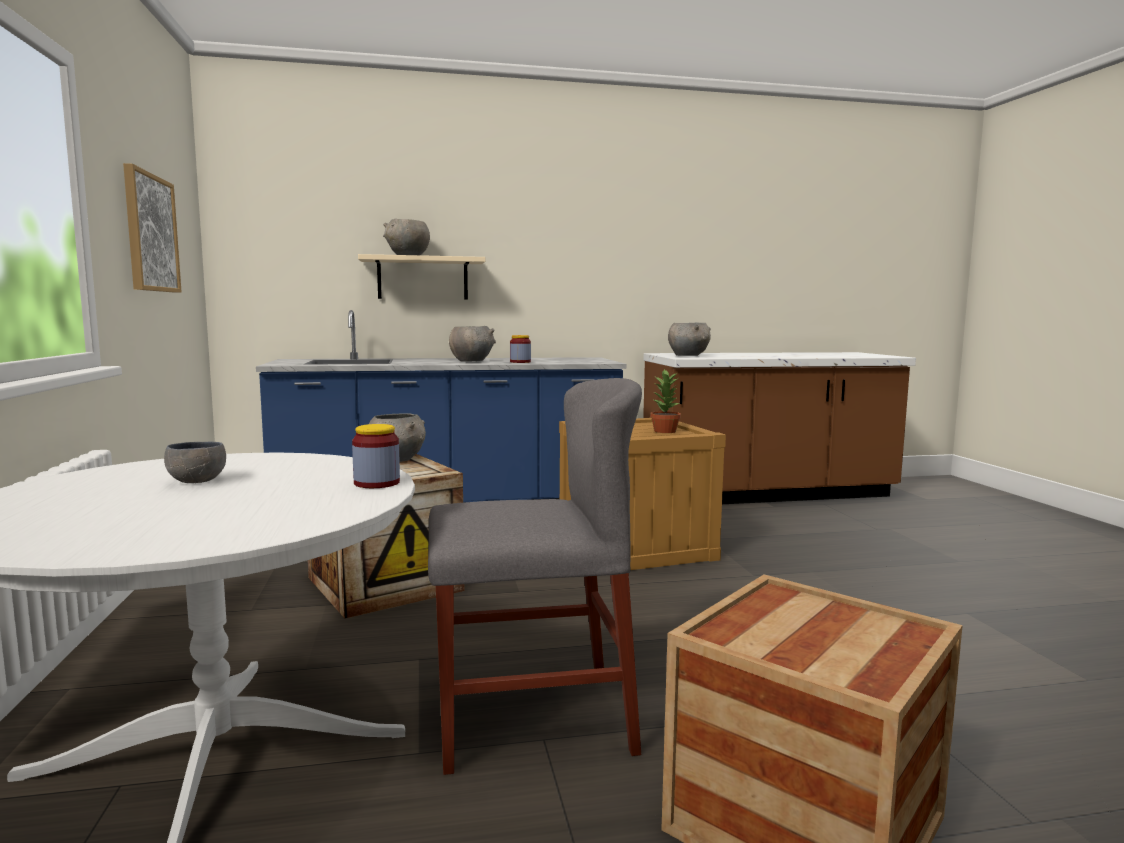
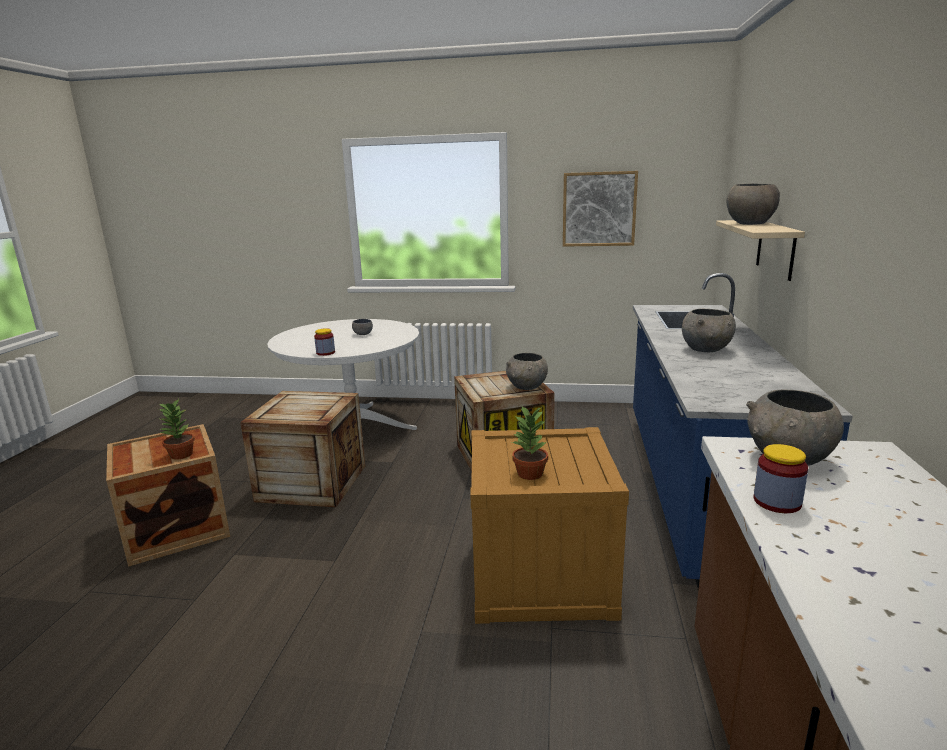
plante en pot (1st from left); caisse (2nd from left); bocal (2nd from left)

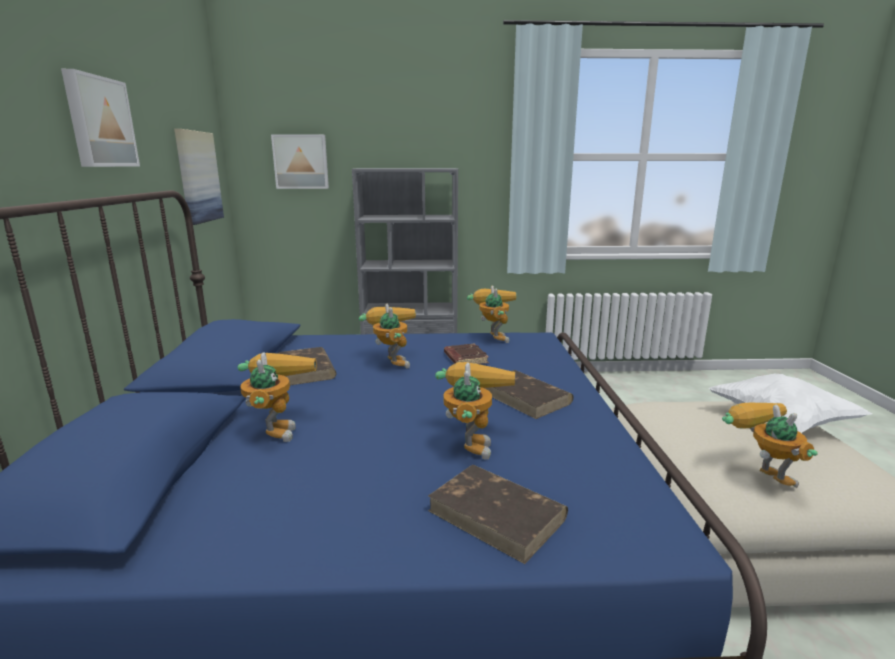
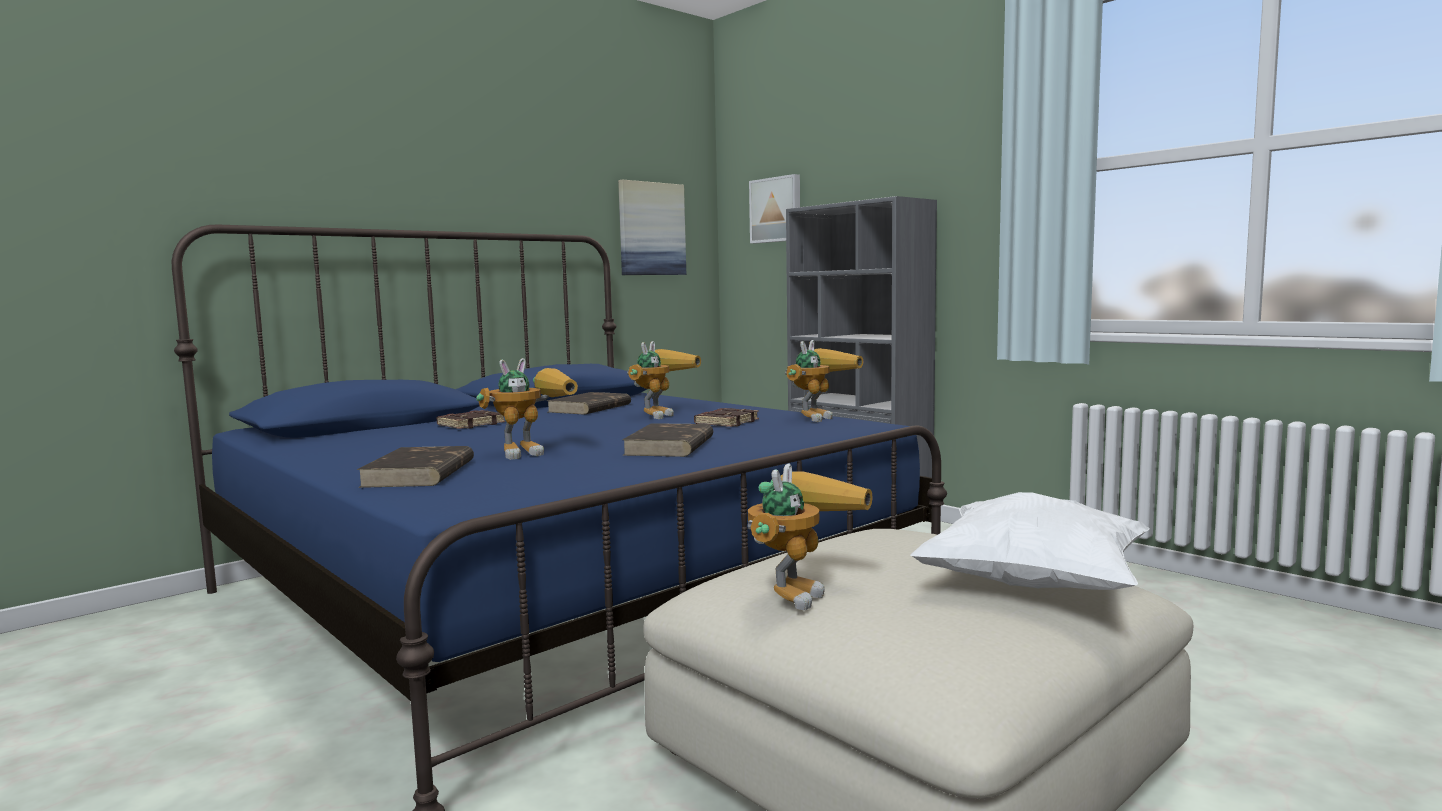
livre (marron) (2nd from left); tableau (1st from left in the first image)

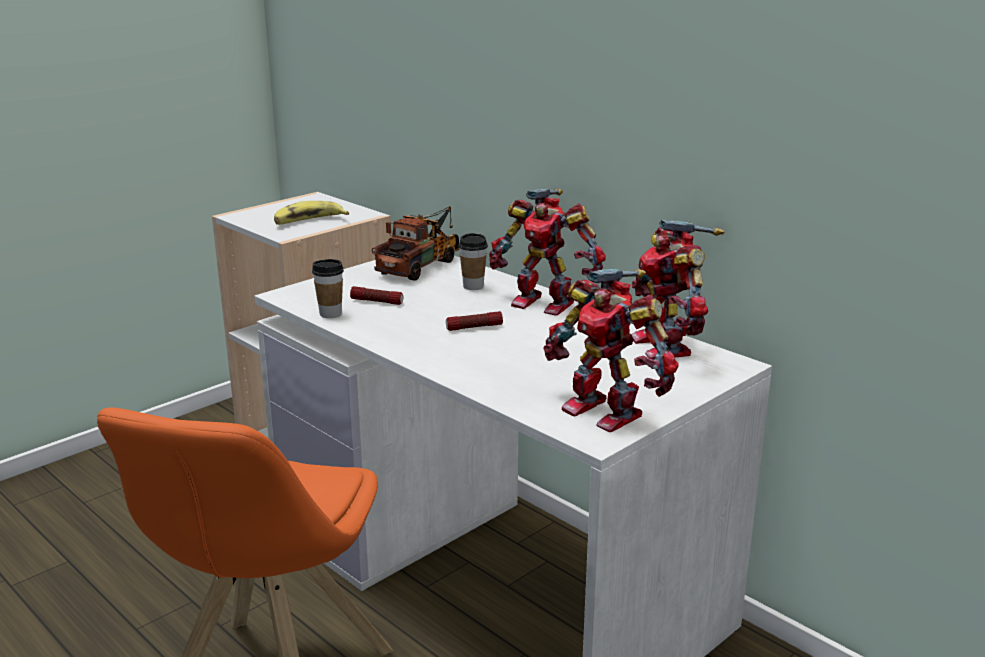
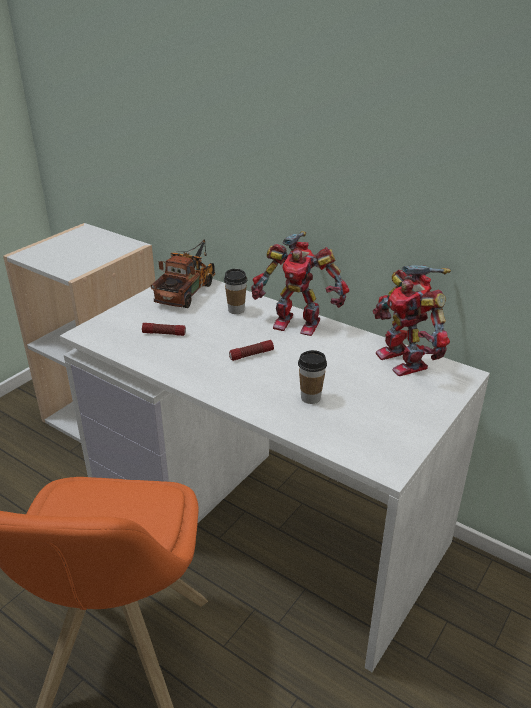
tasse (2nd from left); banane; robot jouet (2nd from left in the first image)

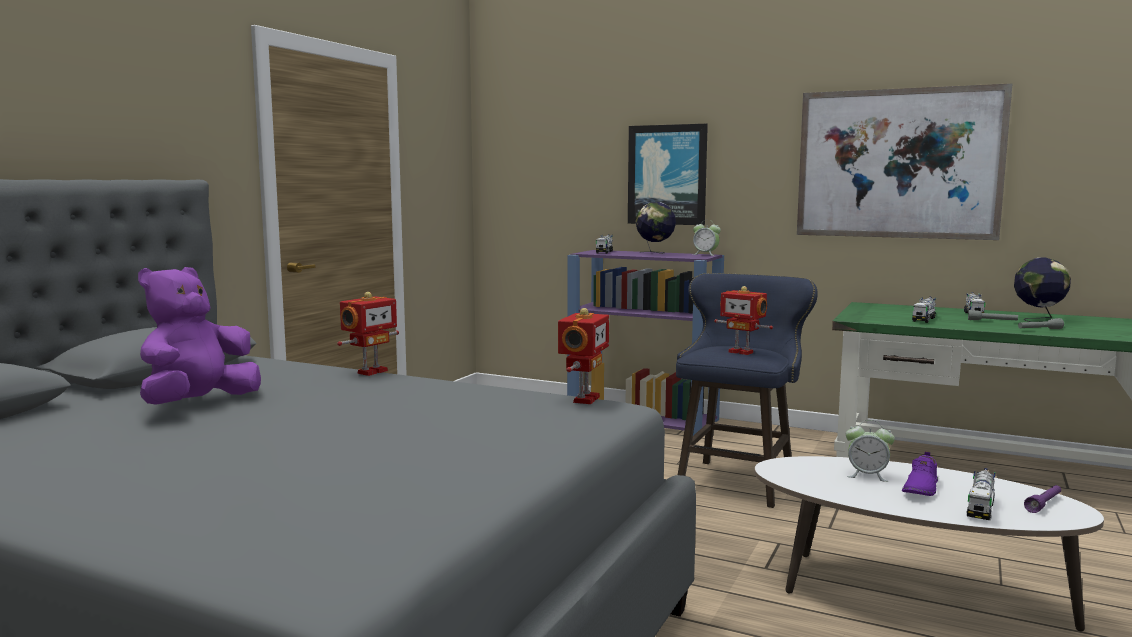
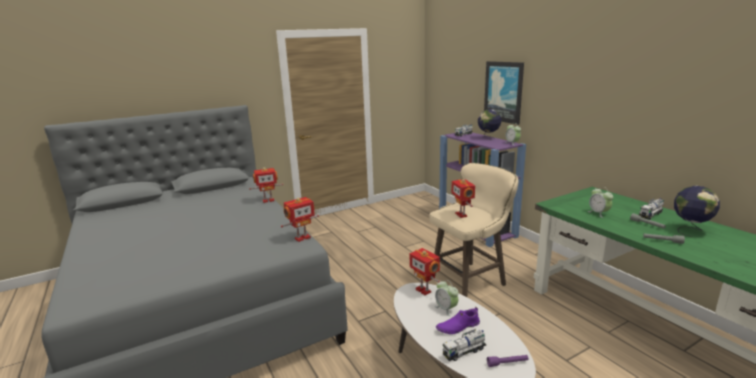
robot jouet (3rd from left); tabouret (beige); réveil (3rd from left); peluche (violet); tableau (2nd from left in the first image)

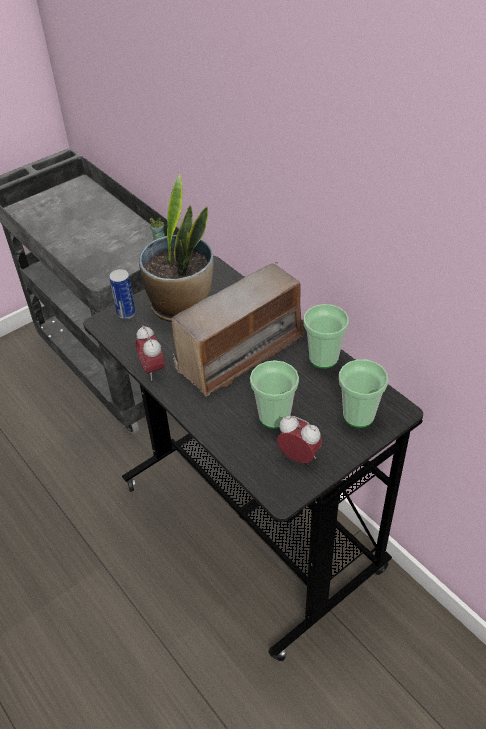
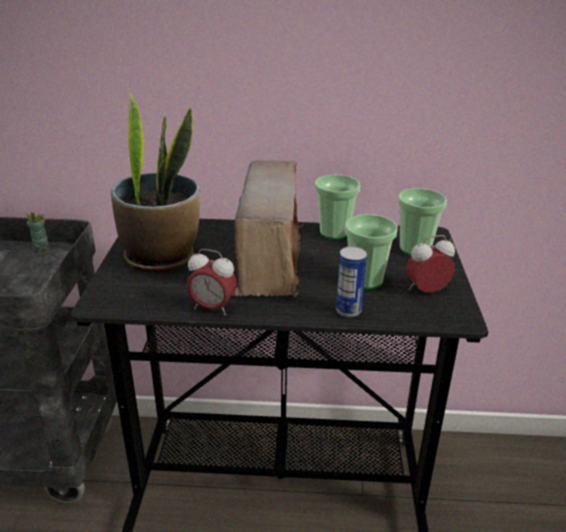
boîte métallique

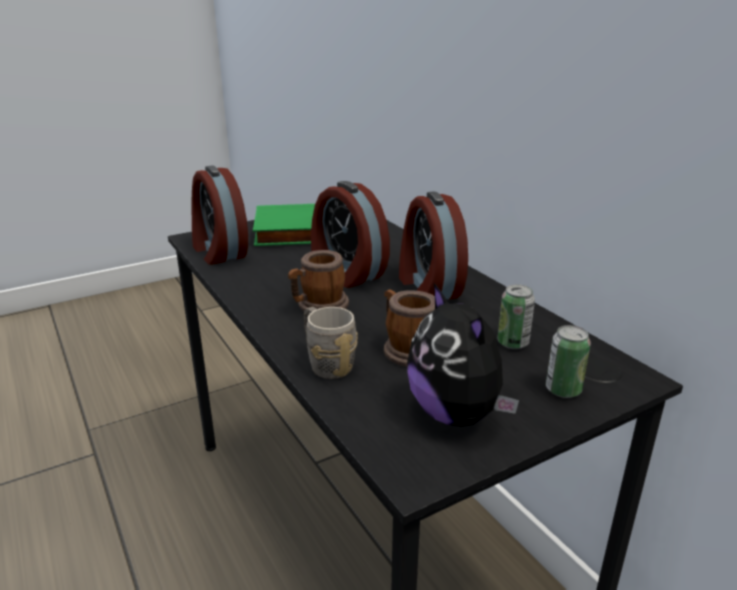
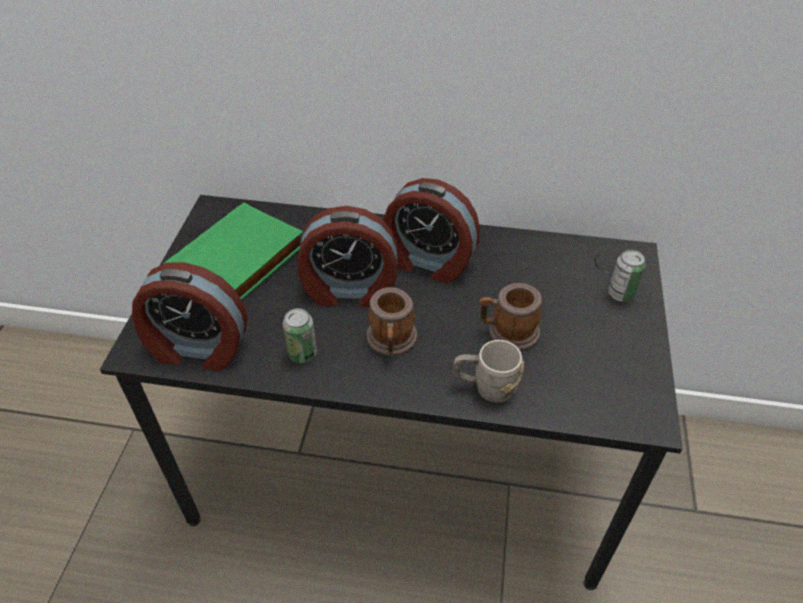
boîte métallique (1st from left); peluche

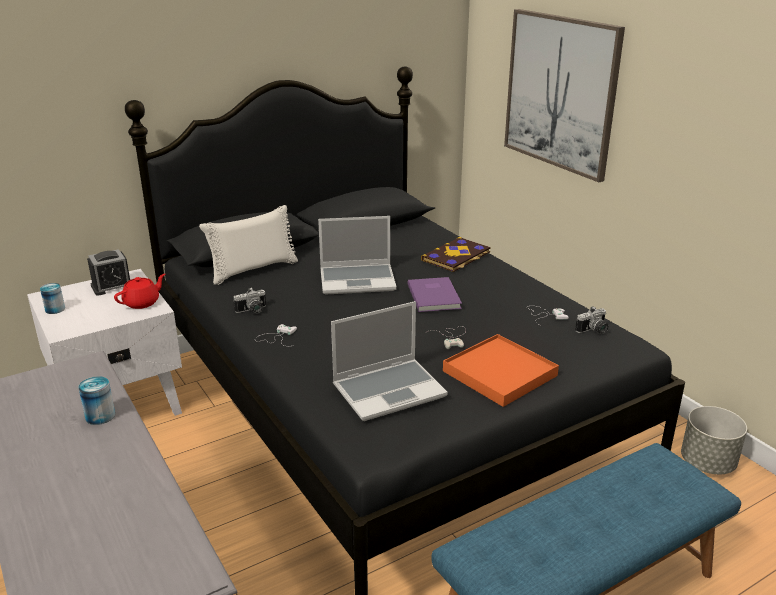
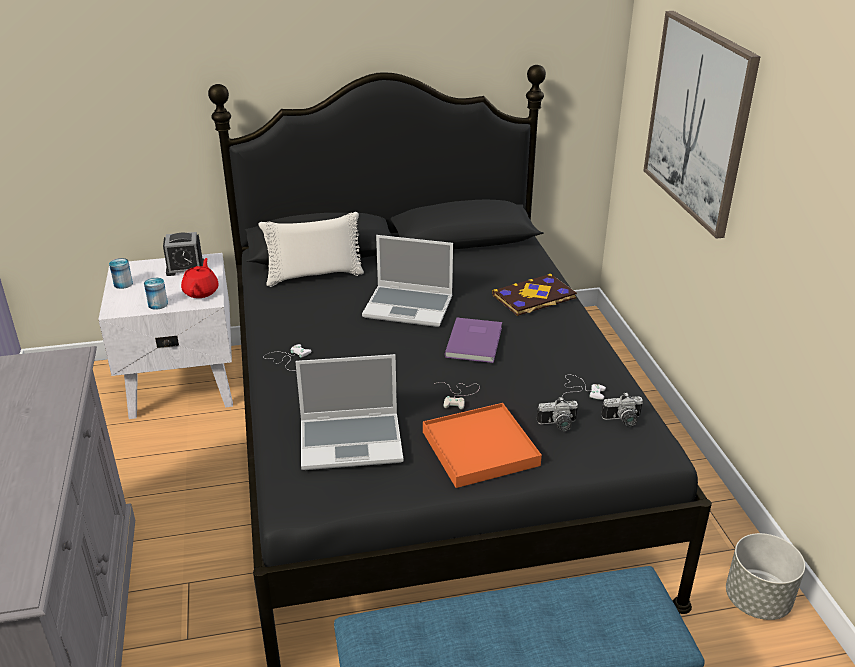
boîte métallique (2nd from left); théière (rouge); appareil photo (1st from left)

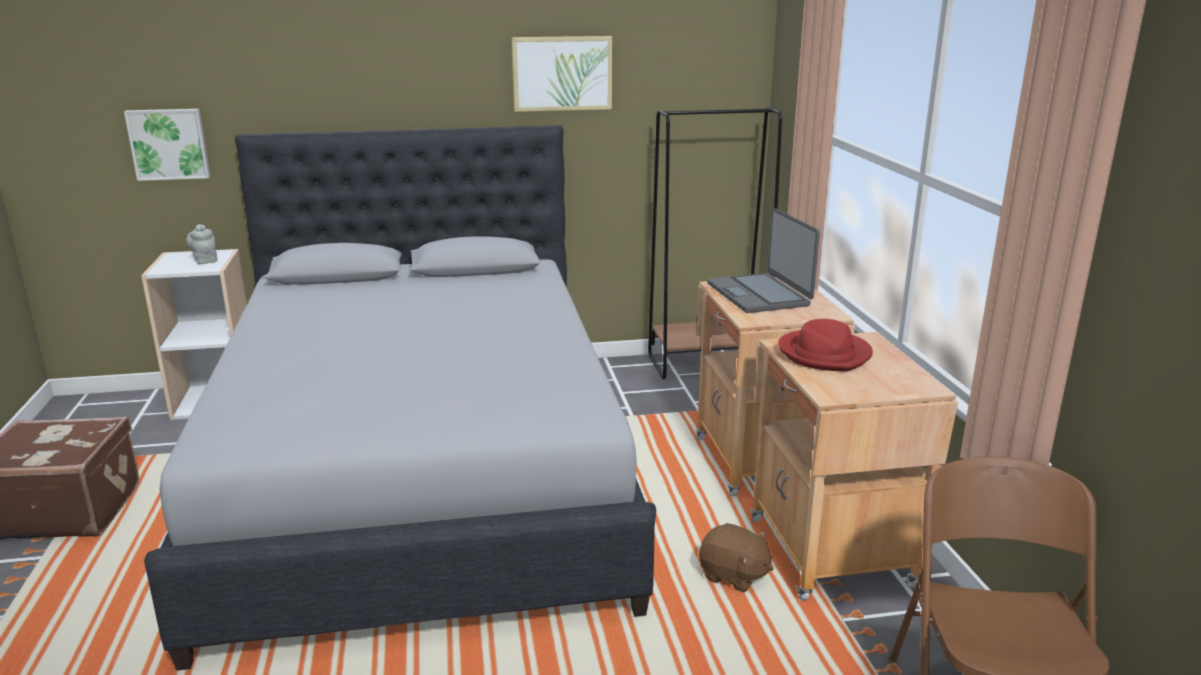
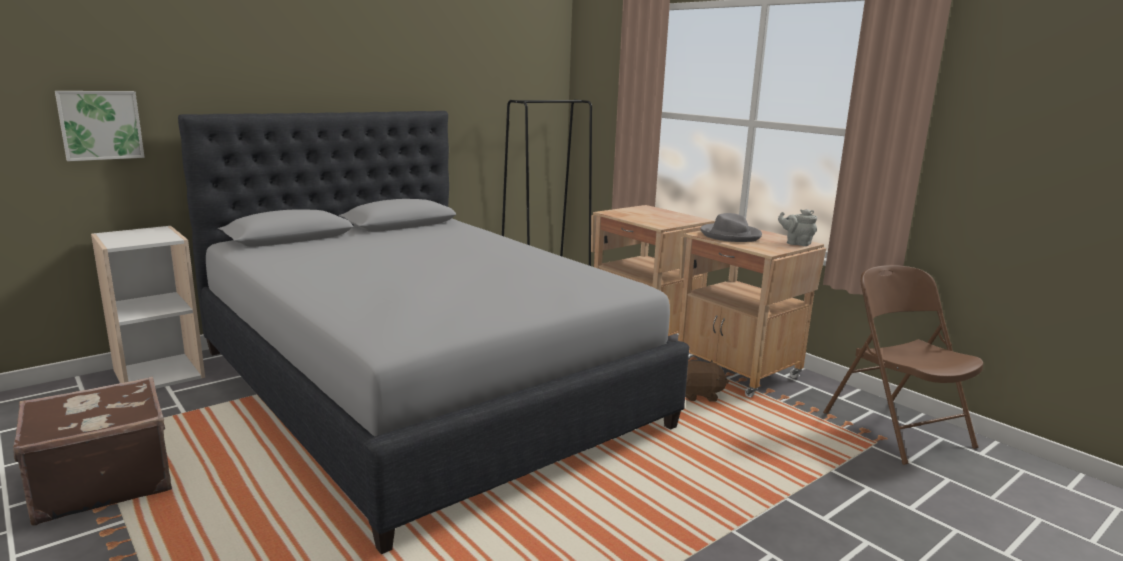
chapeau (gris); théière (gris); tableau (2nd from left in the first image); ordinateur portable

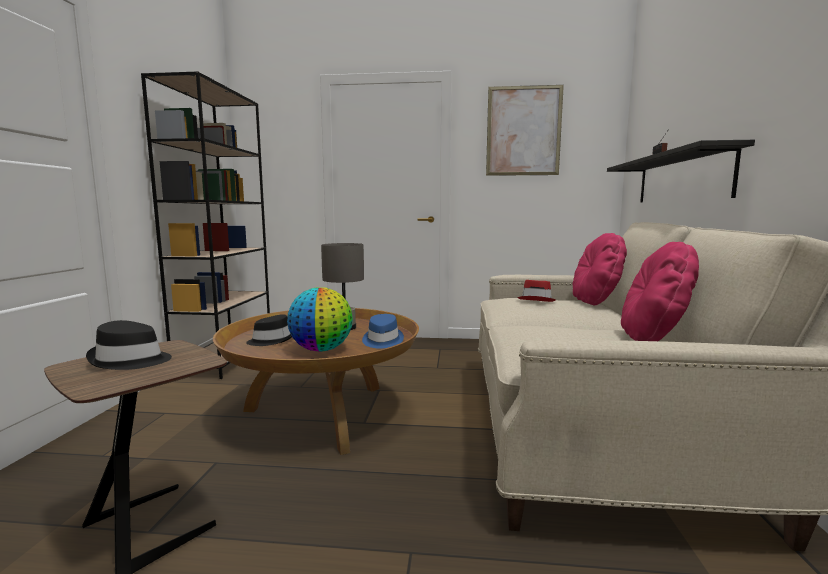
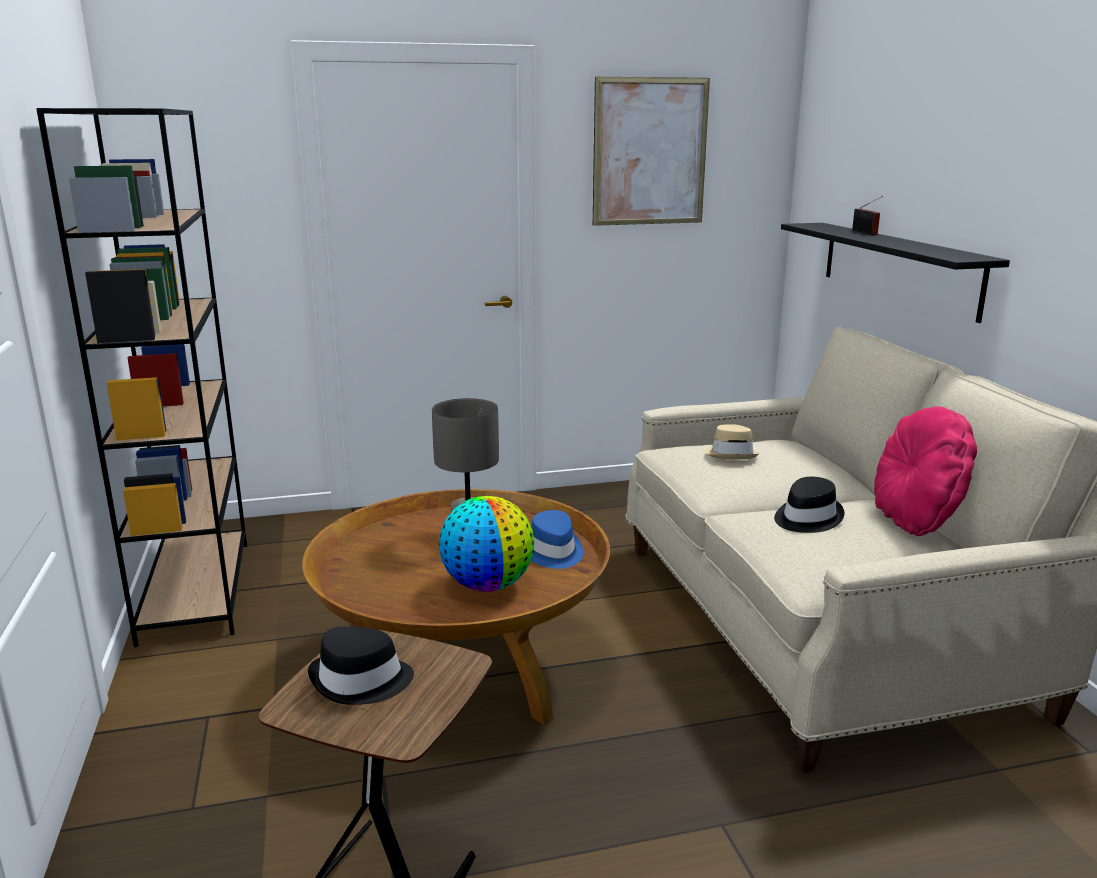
chapeau (beige); chapeau (noir) (2nd from left); coussin (rose) (1st from left in the first image)

